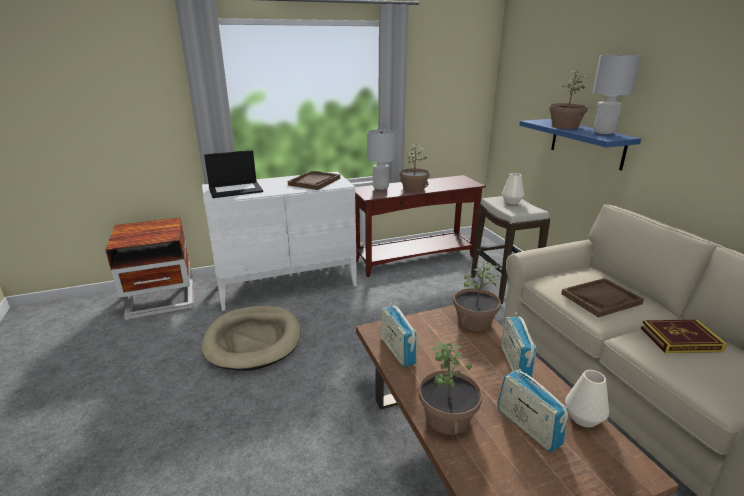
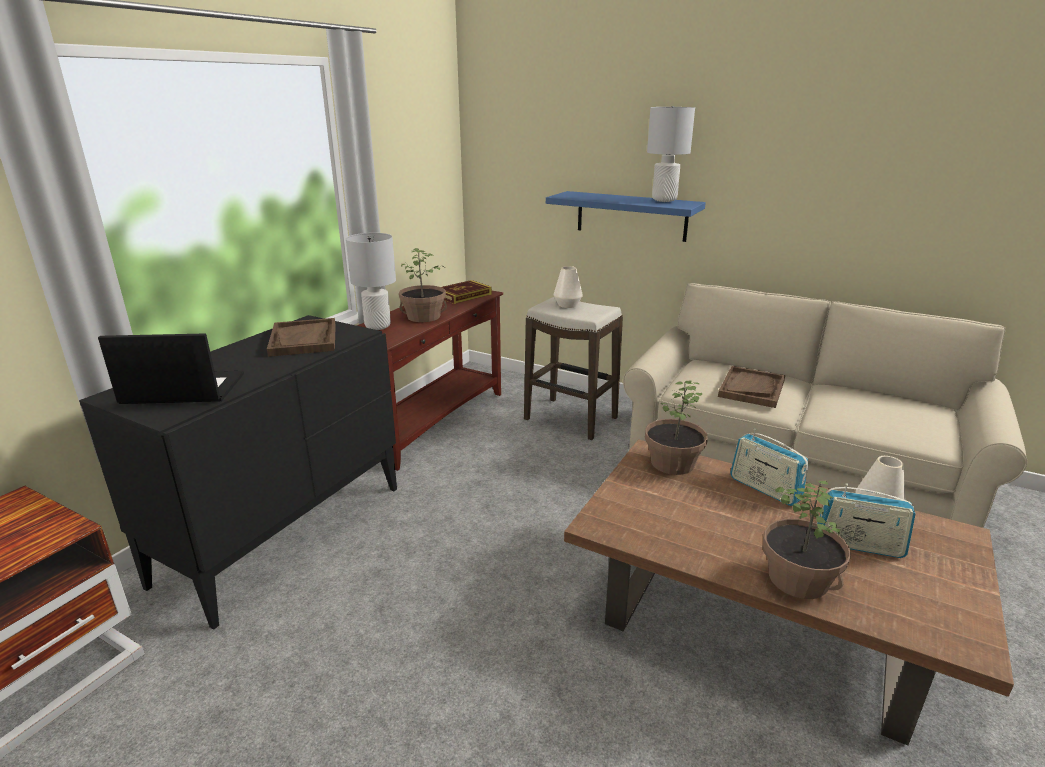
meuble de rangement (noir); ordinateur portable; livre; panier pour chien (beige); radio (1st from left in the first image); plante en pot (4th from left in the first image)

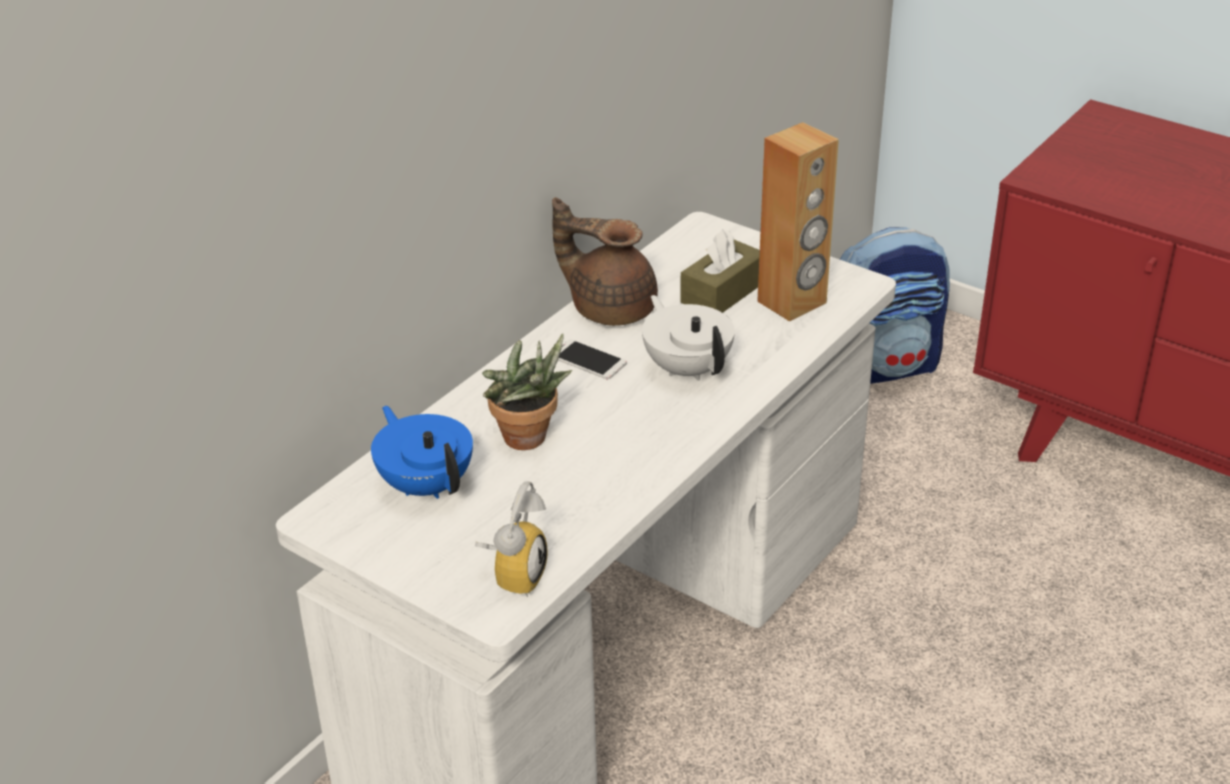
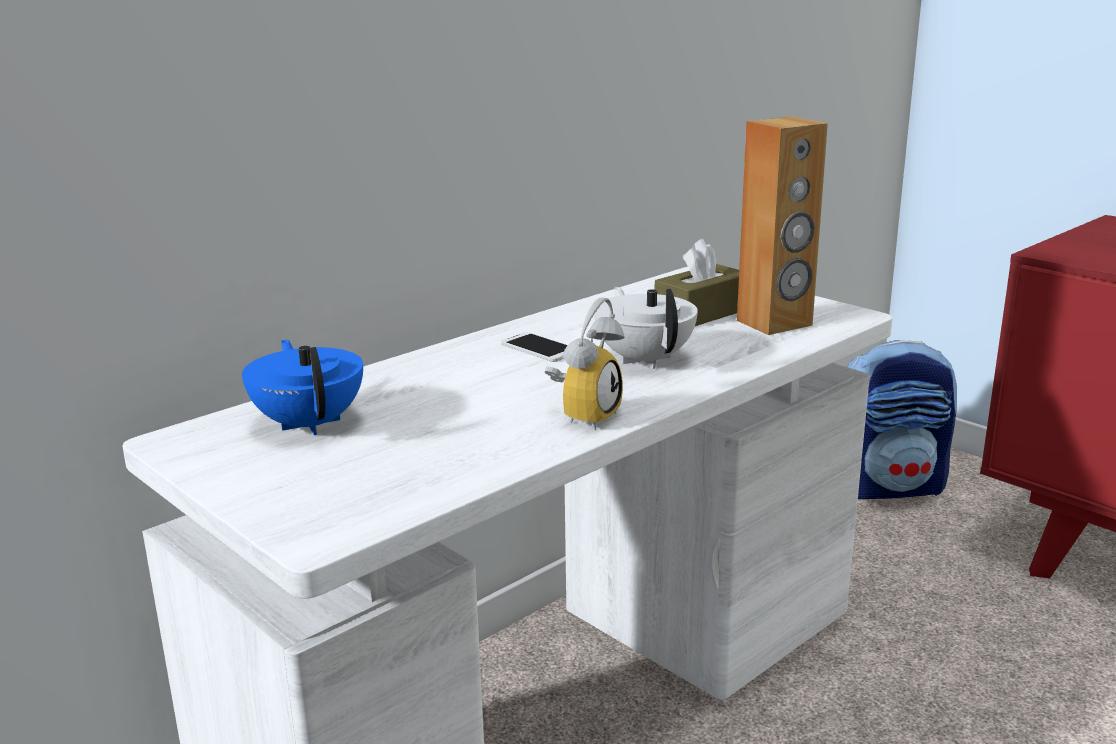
réveil; plante en pot; théière (marron)

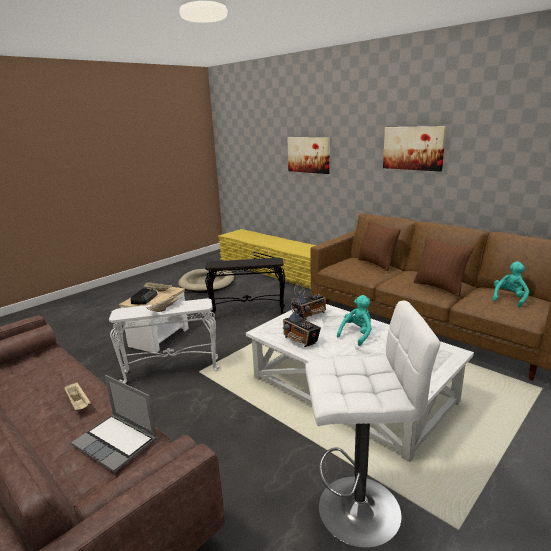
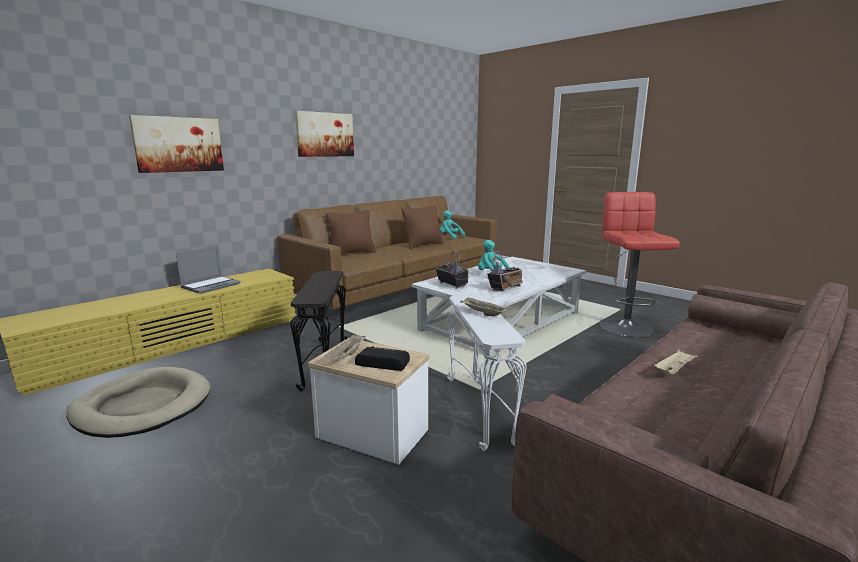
ordinateur portable; tabouret (rouge)

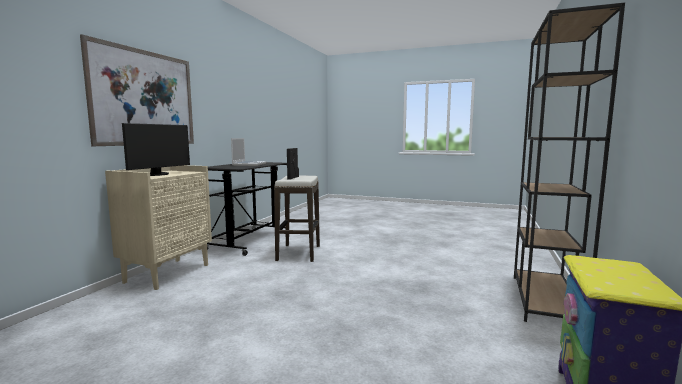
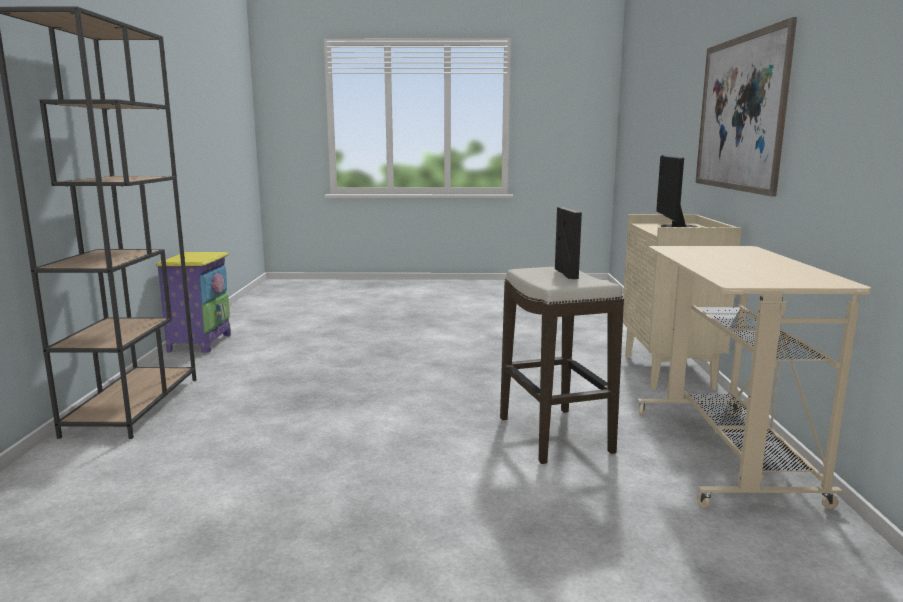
bureau (beige); ordinateur portable

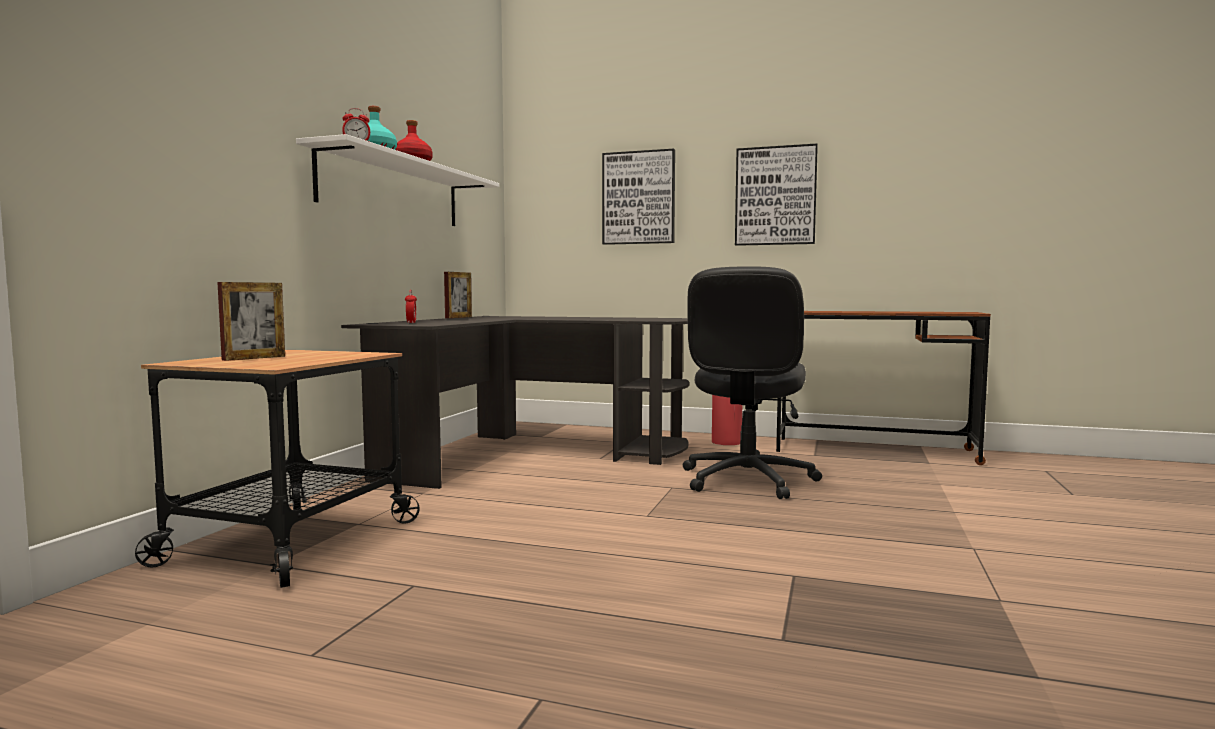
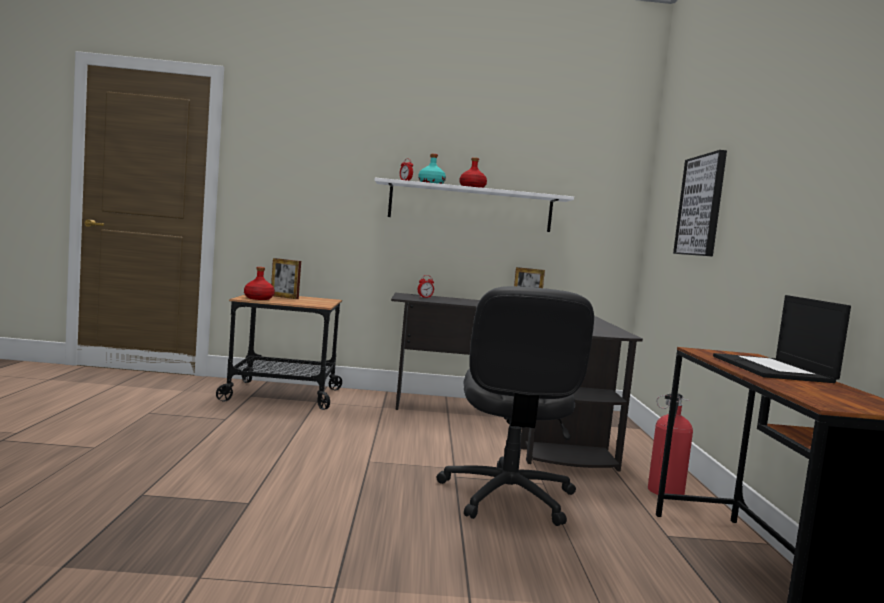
bouteille (rouge) (1st from left); chaise de bureau (noir); ordinateur portable; tableau (2nd from left in the first image)

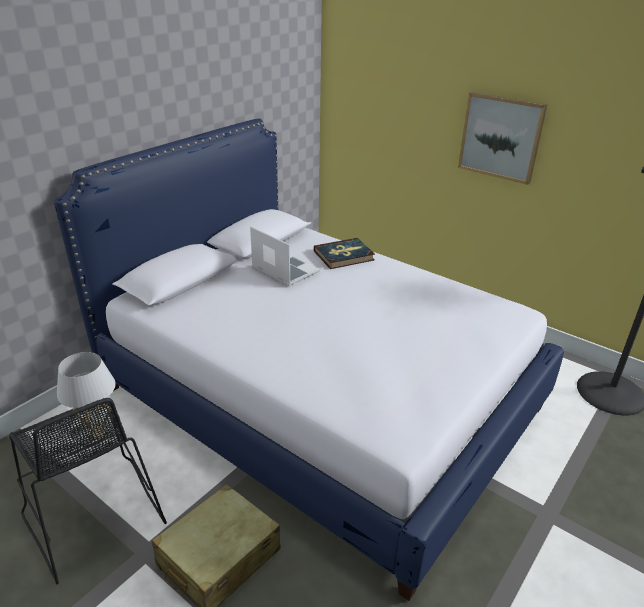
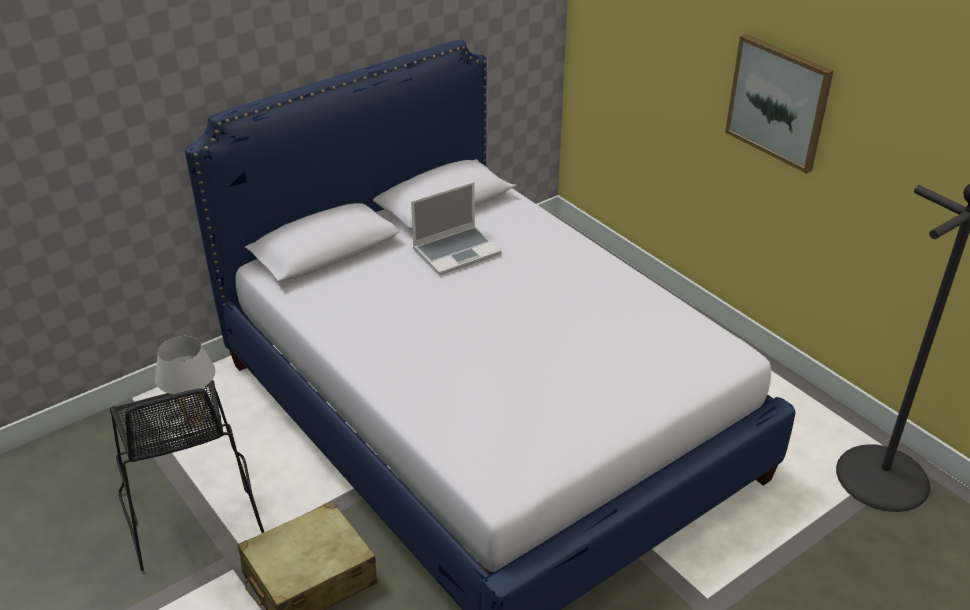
ordinateur portable; livre

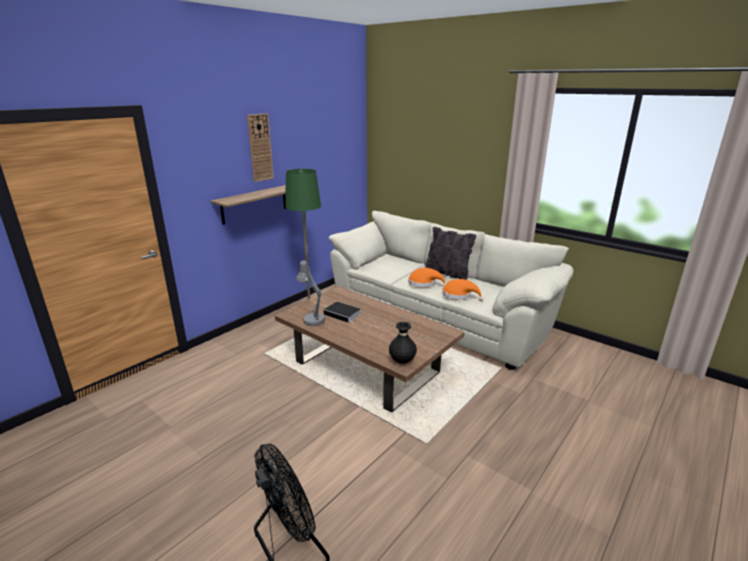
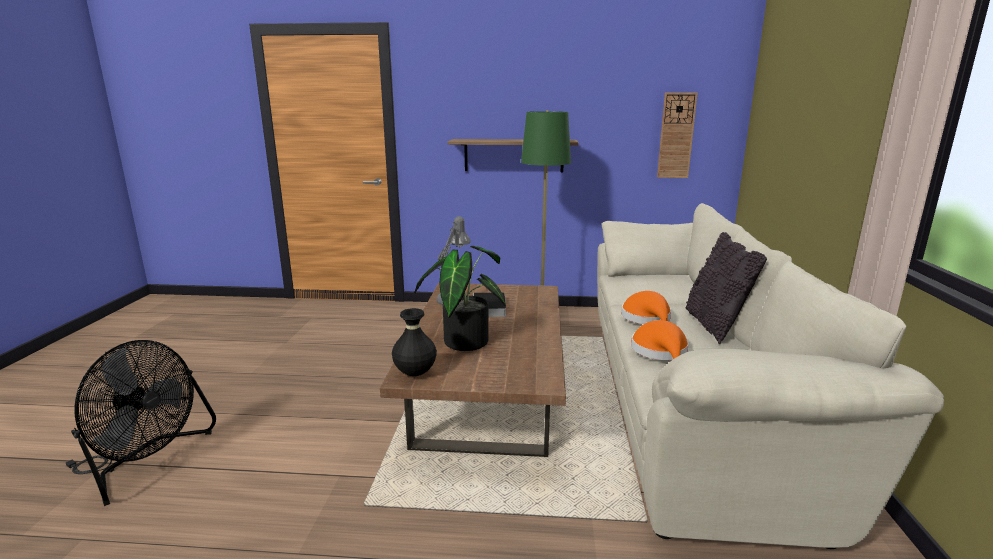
plante en pot; horloge murale

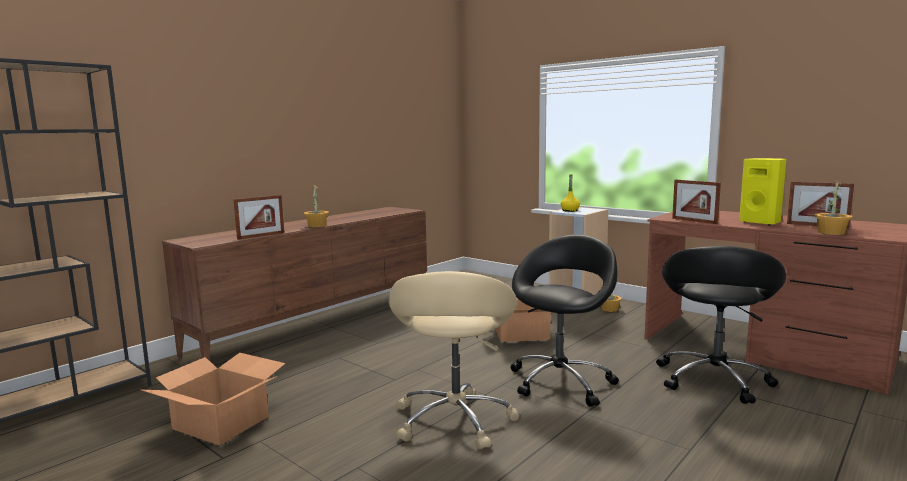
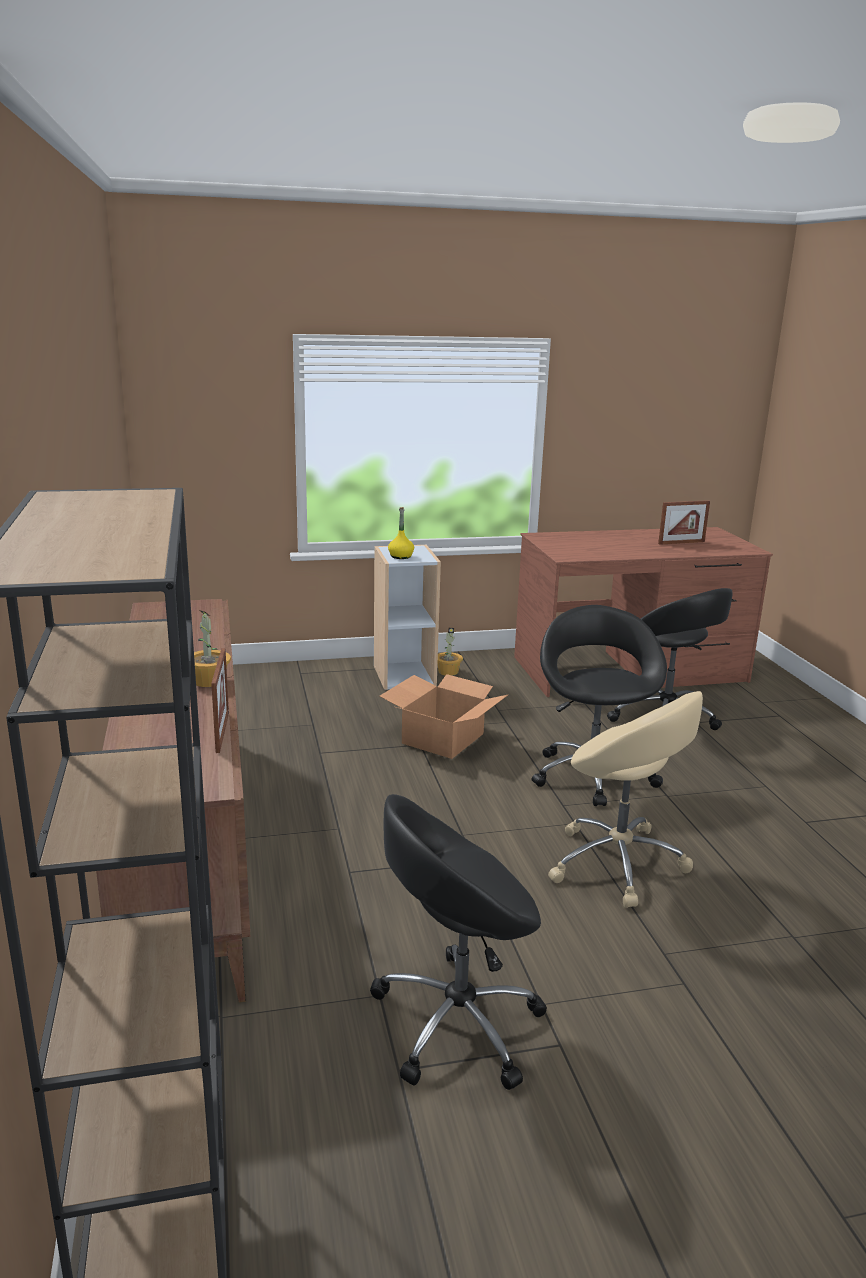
chaise de bureau (noir) (1st from left); cadre photo (2nd from left in the first image); enceinte (jaune); plante en pot (3rd from left in the first image)

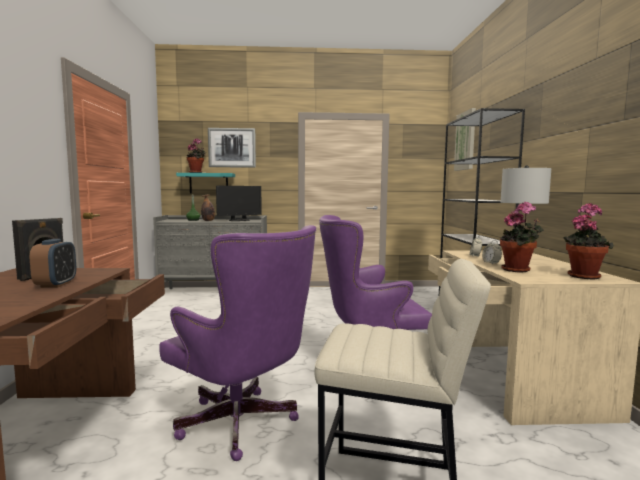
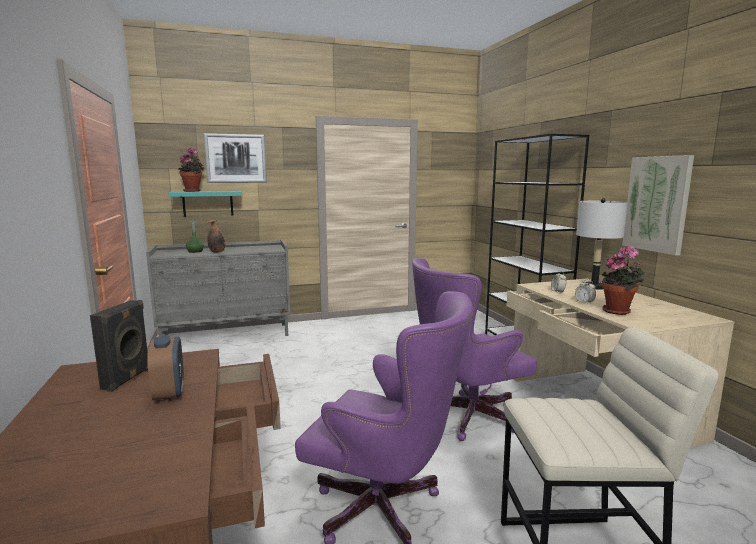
tableau (2nd from left); écran d'ordinateur; plante en pot (3rd from left in the first image)

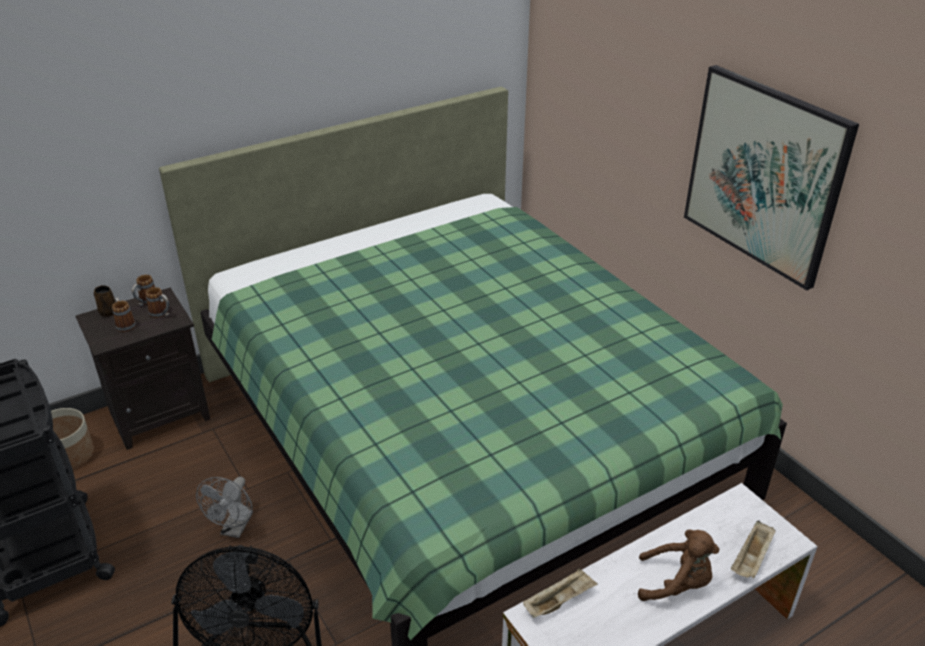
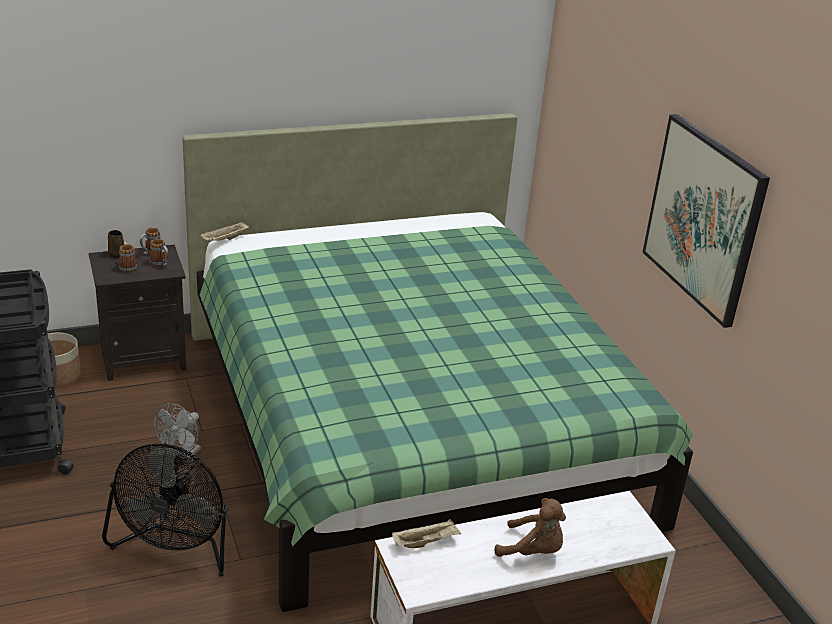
plateau (beige) (1st from left)

